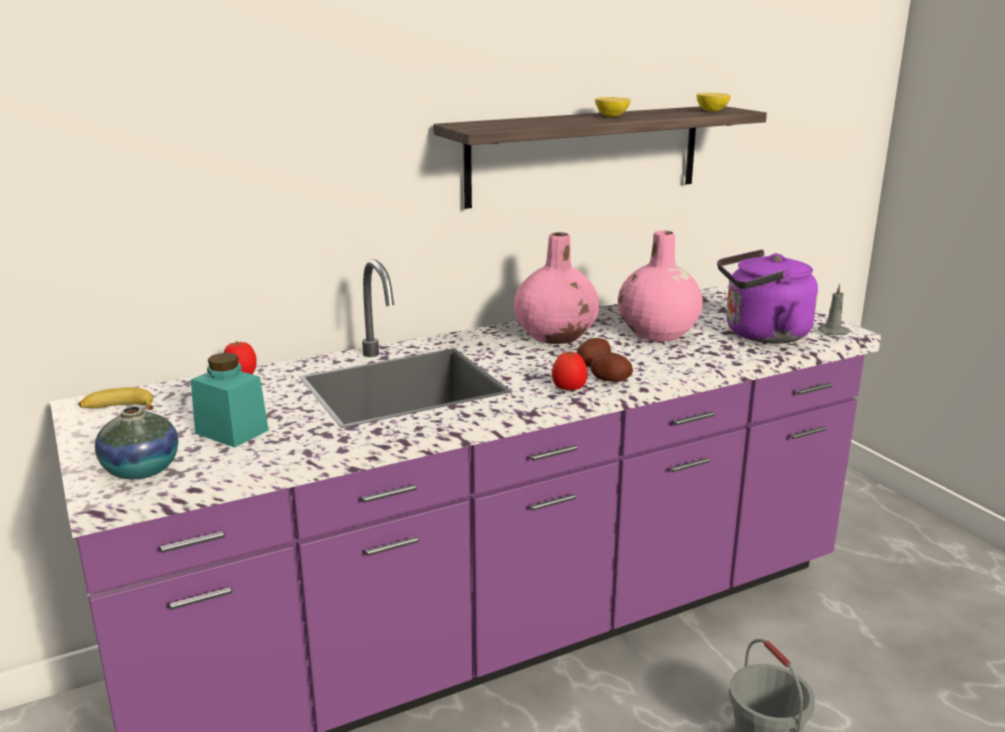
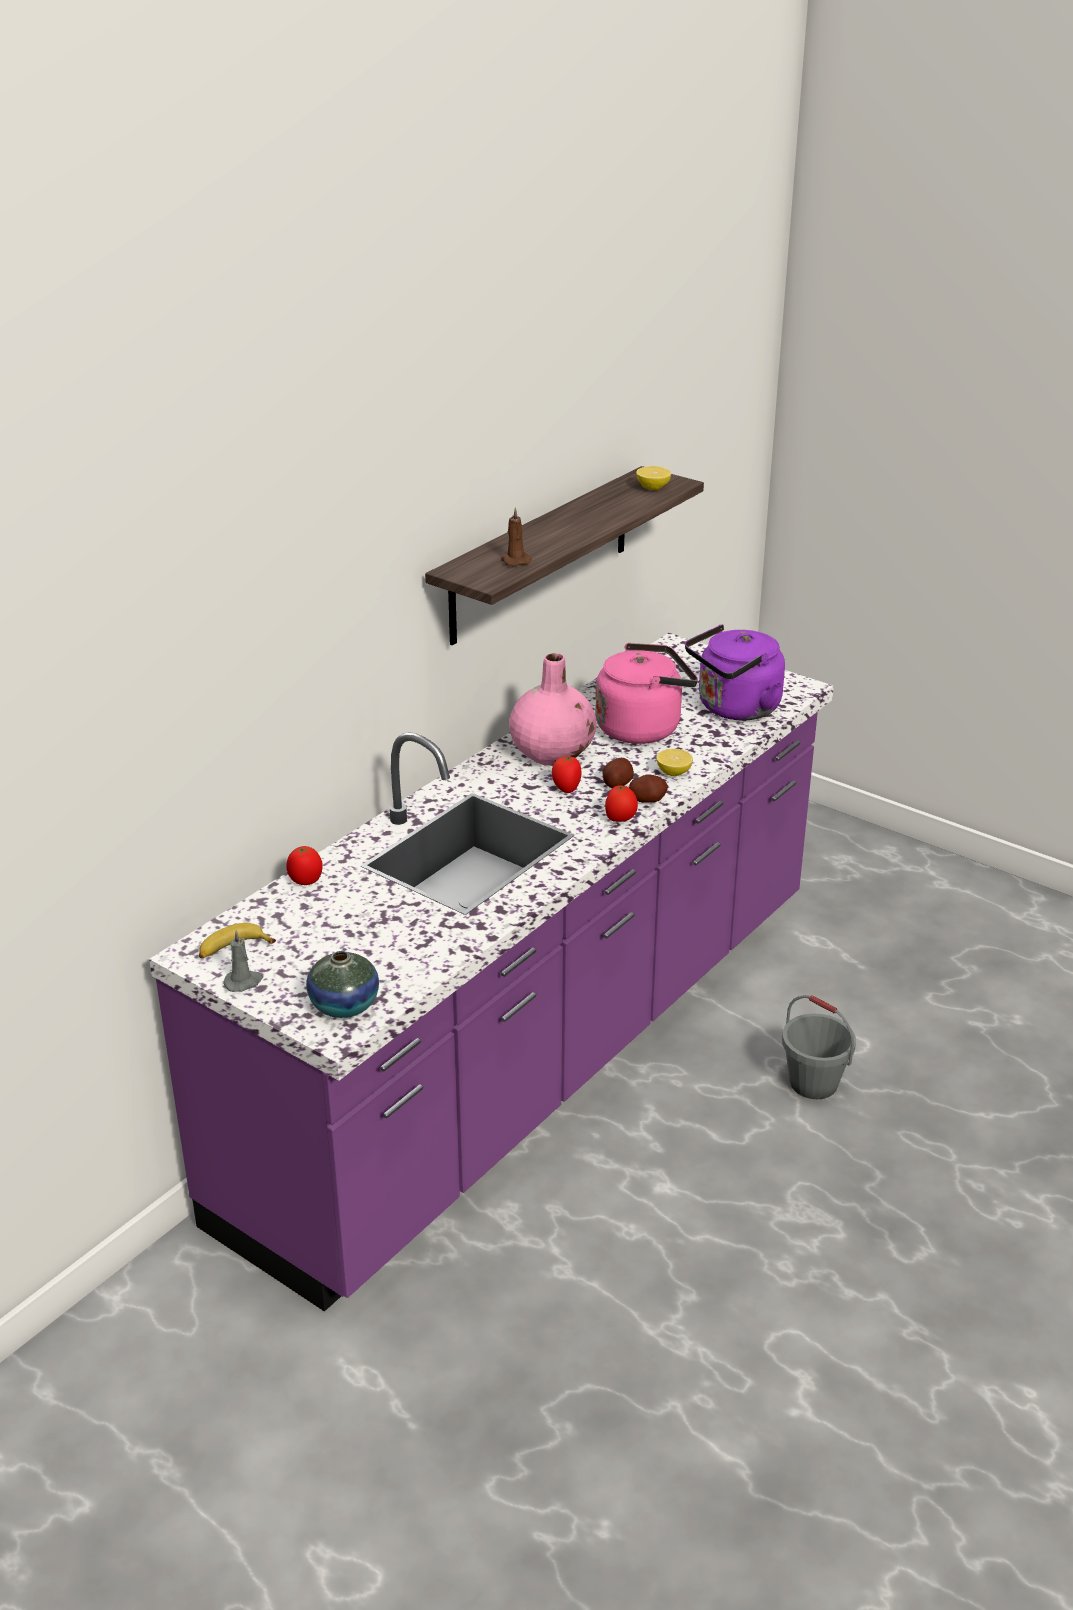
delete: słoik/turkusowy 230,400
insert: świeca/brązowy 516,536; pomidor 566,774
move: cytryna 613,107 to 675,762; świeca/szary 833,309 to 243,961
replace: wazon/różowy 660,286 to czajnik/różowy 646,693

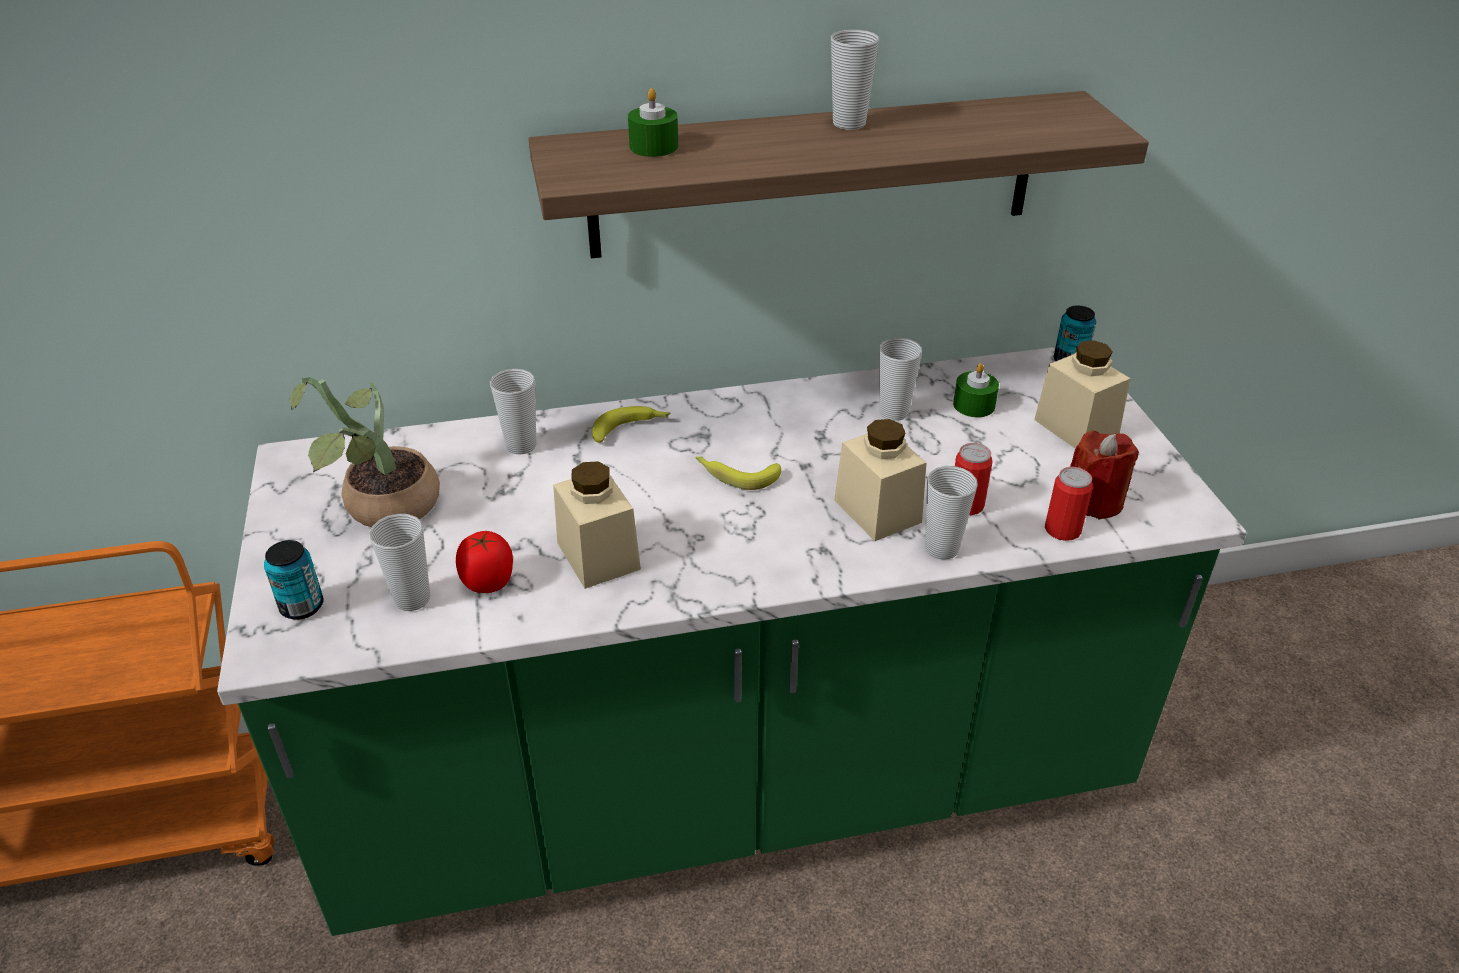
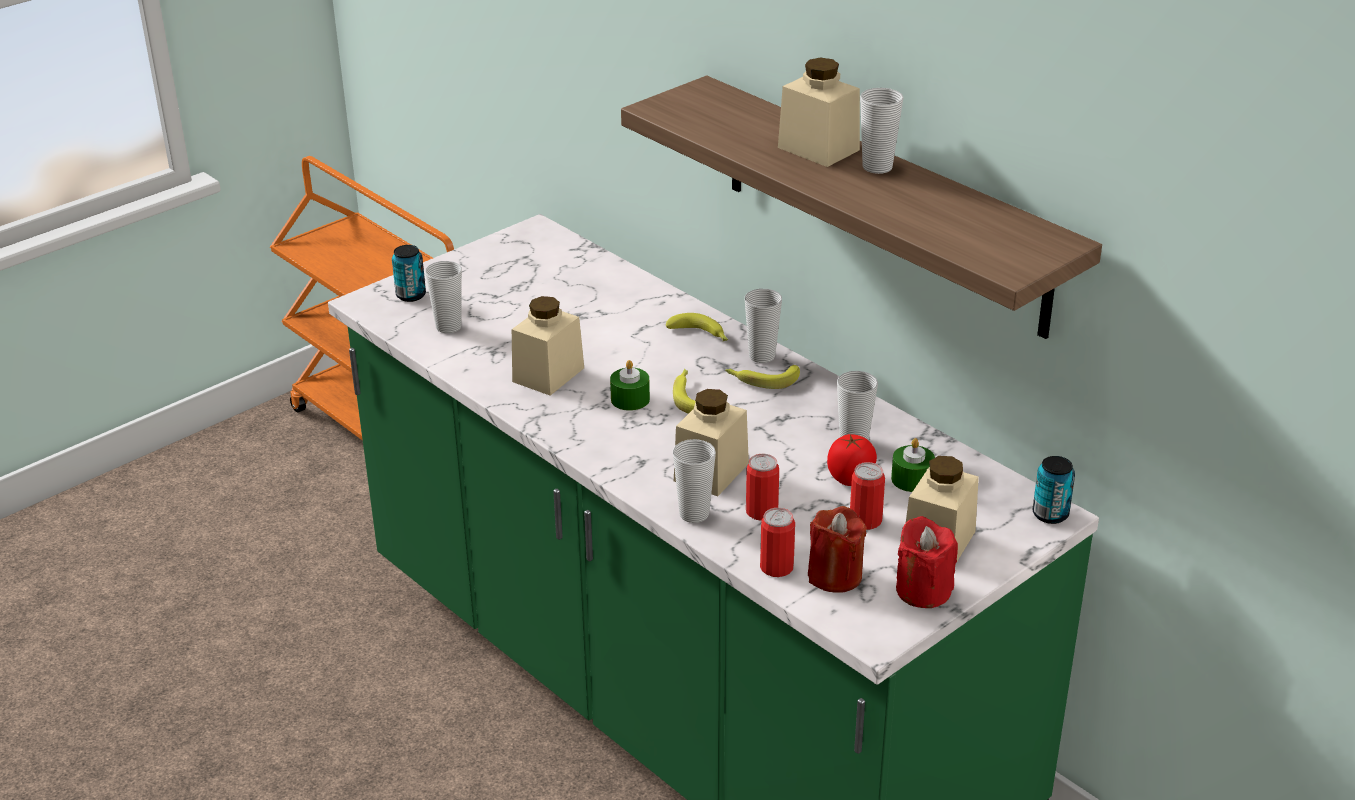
delete: roślina doniczkowa 365,452
insert: słoik/beżowy 819,112; banan 762,377; puszka 867,496; świeca/czerwony 927,562
move: świeca/zielony 653,122 to 630,385; filiżanka 513,412 to 763,326; pomidor 484,562 to 852,460

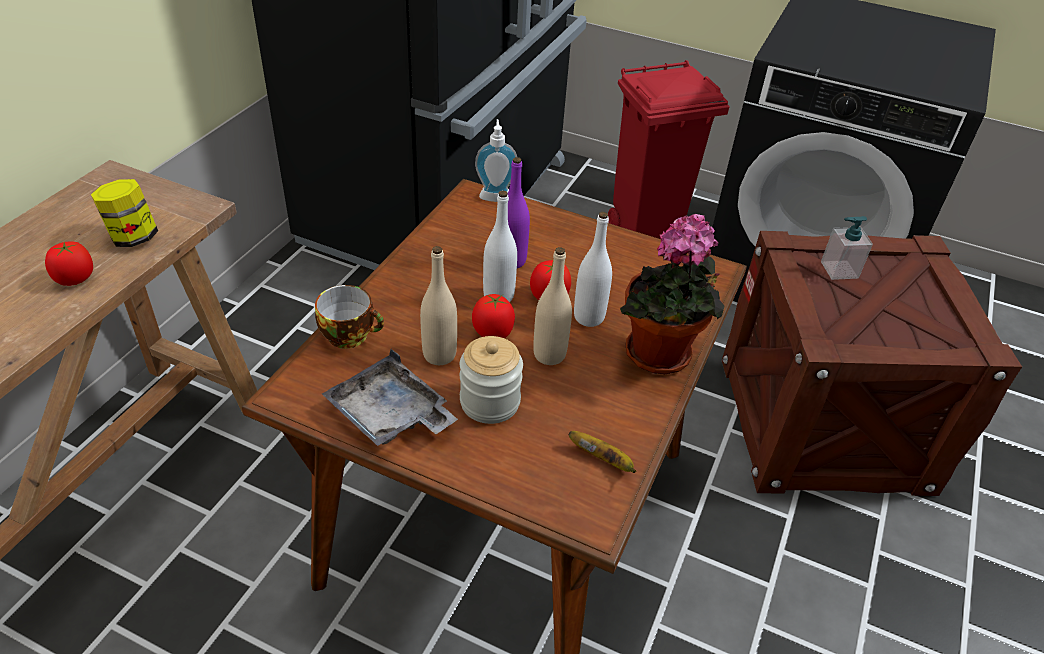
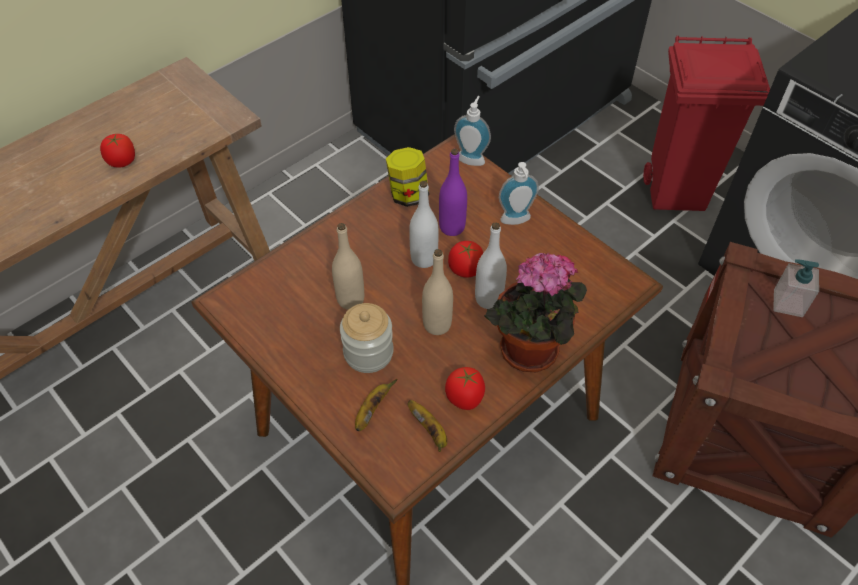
delete: filiżanka 349,317; taca/szary 390,397
insert: dozownik mydła 519,193; banan 376,405
move: słoik 124,213 to 407,177; pomidor 493,316 to 465,388

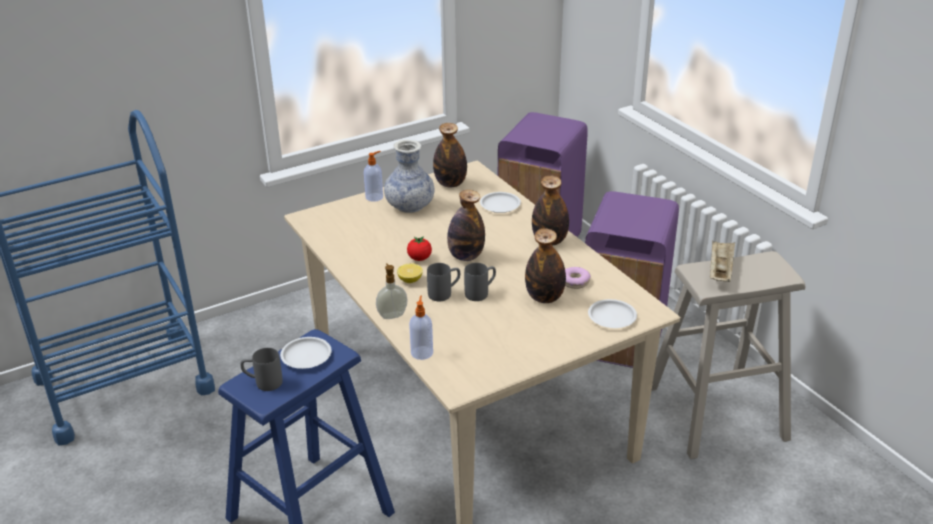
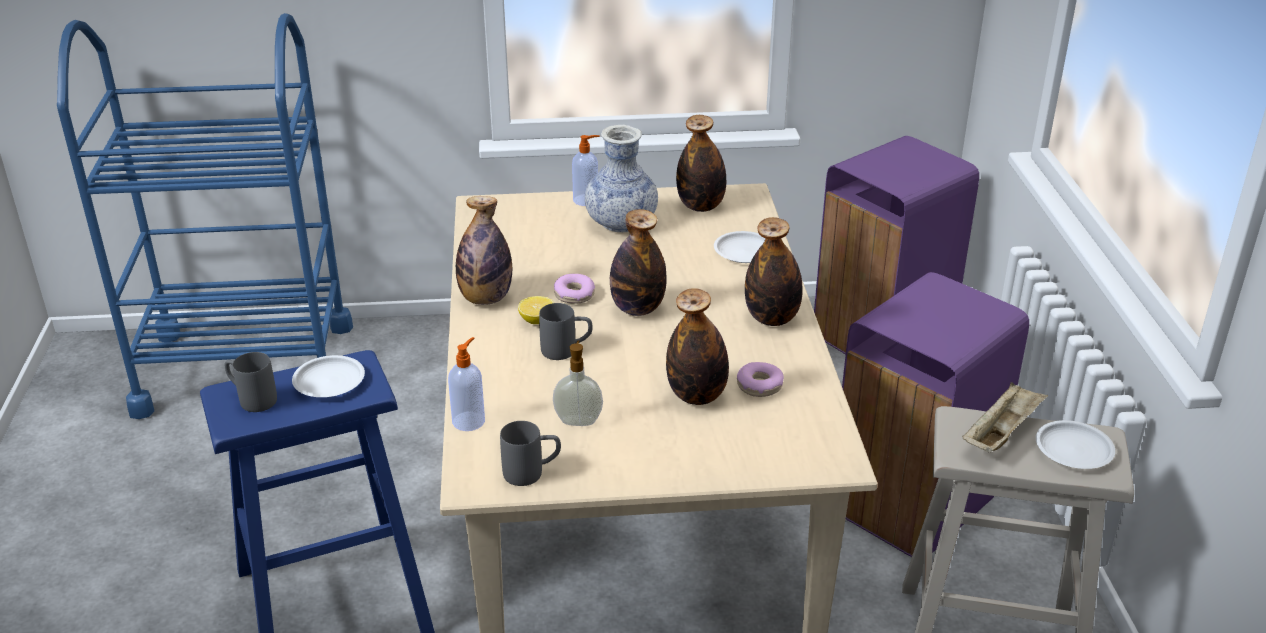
insert: butelka 484,250
move: kubek/szary 480,282 to 530,453; dozownik mydła 392,291 to 578,383; talerz/biały 612,313 to 1075,444
replace: pomidor 419,248 to donut 574,288

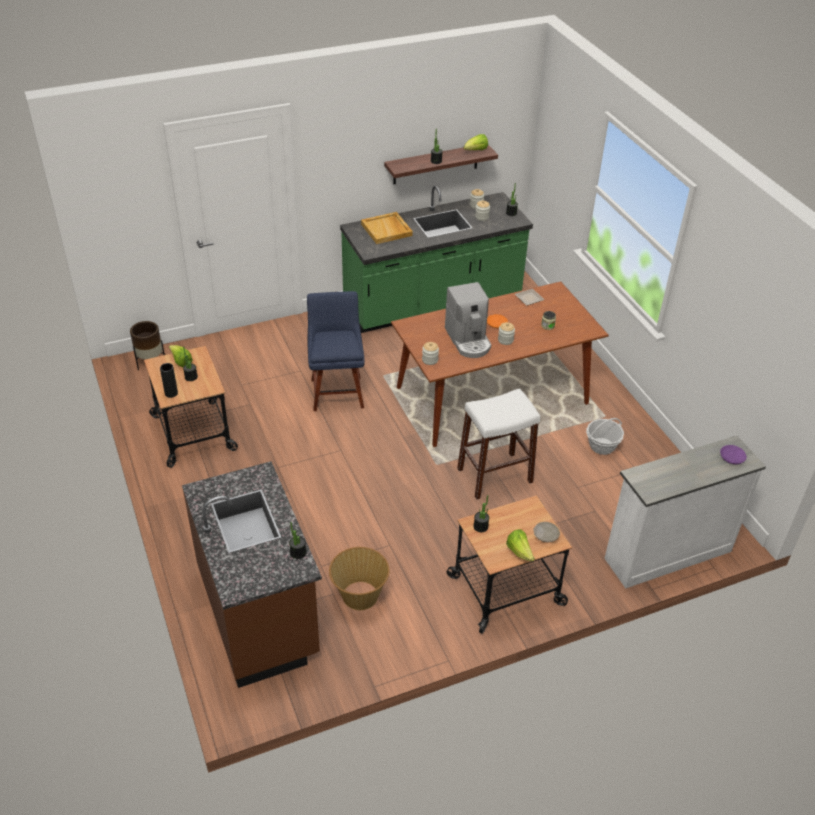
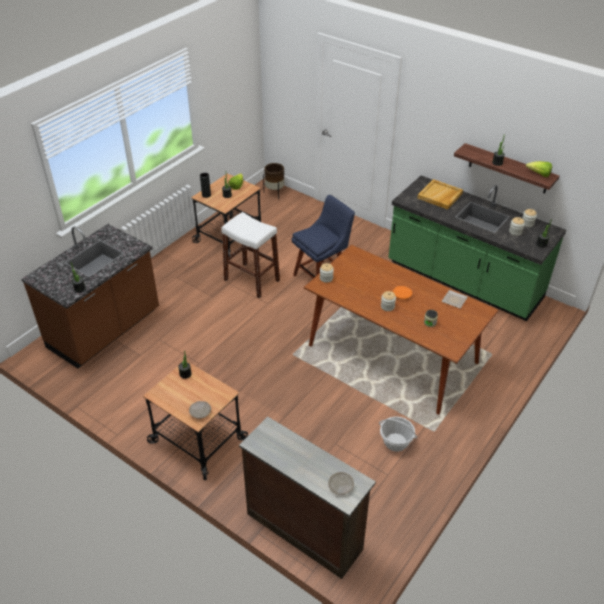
delete: ekspres do kawy 468,320; sałata 520,545; koszyk 359,578
move: stołek/biały 498,443 to 250,255
recolor: komoda/biały 685,512 to komoda/brązowy 307,497; talerz/fioletowy 733,454 to talerz/beżowy 341,483

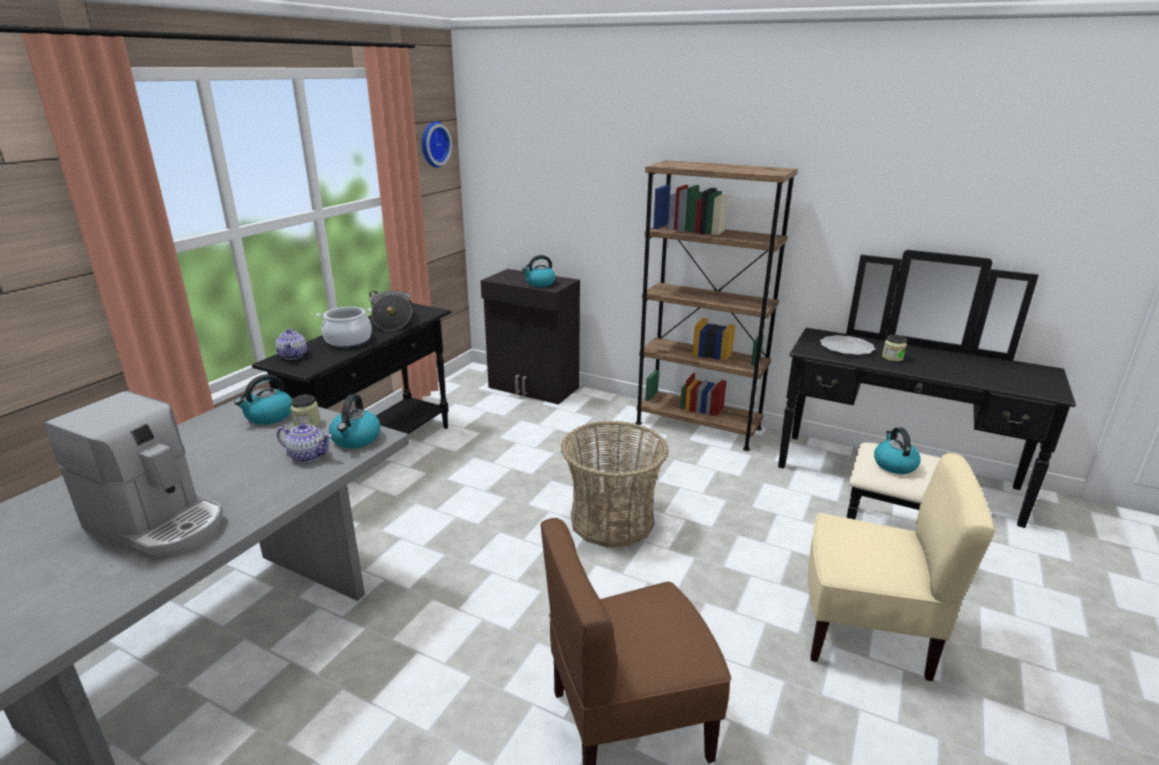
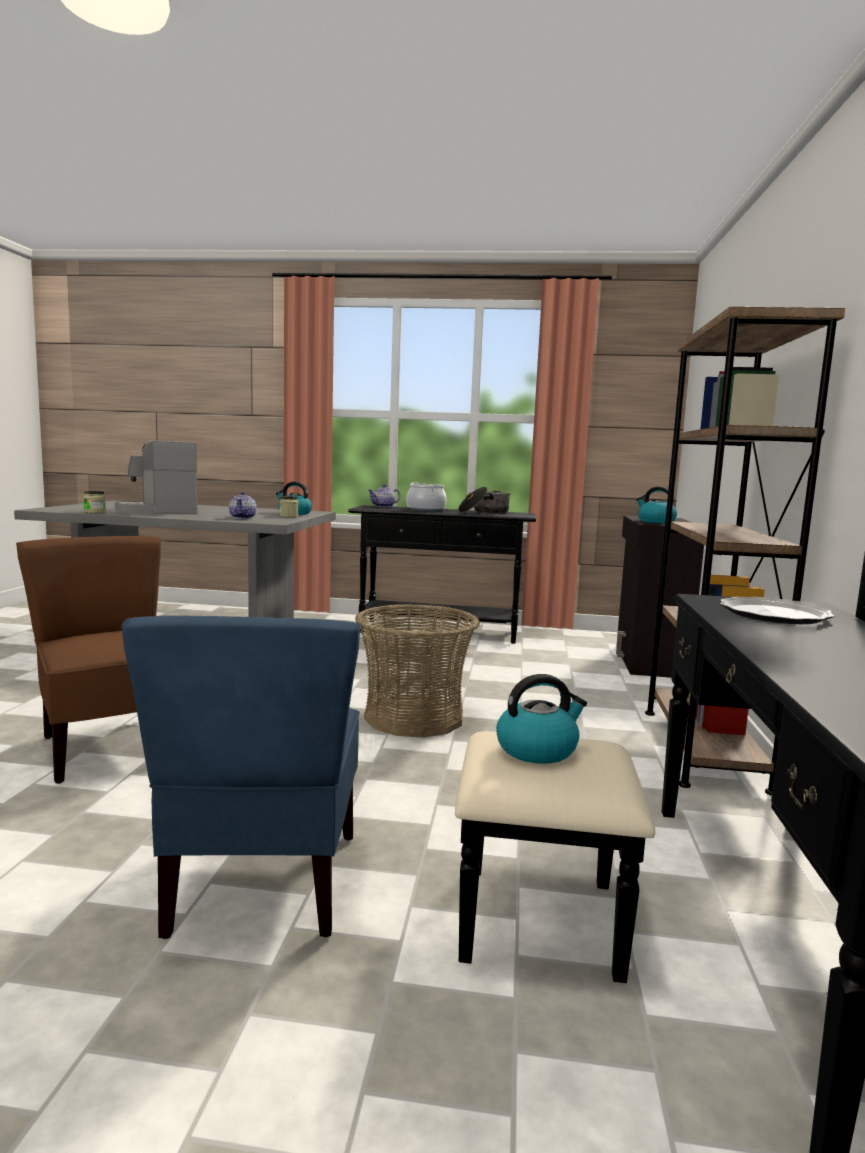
delete: zegar ścienny 437,144; czajnik 355,421
move: słoik 894,348 to 95,502
recolor: krzesło/beżowy 901,567 to krzesło/niebieski 241,777
rotate: ekspres do kawy 133,475 = 156,477 60 degrees clockwise

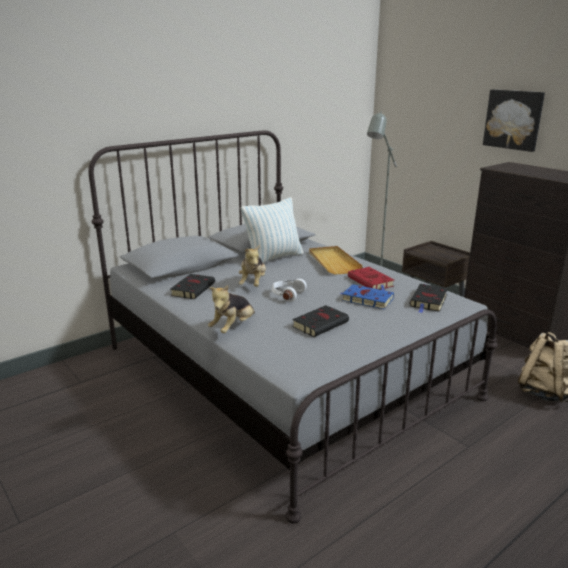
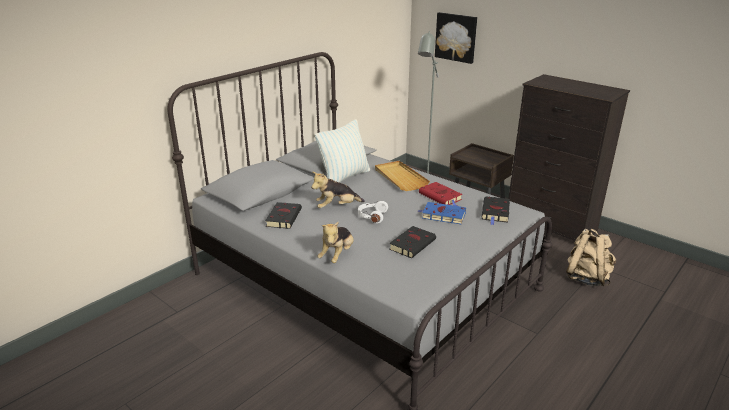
move: obraz 514,120 to 456,38
rotate: pluszak 252,266 = 338,190 75 degrees clockwise

